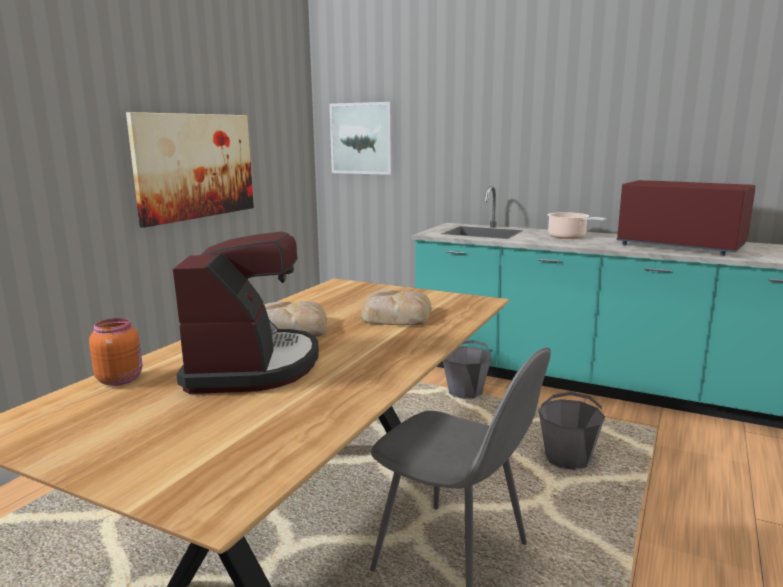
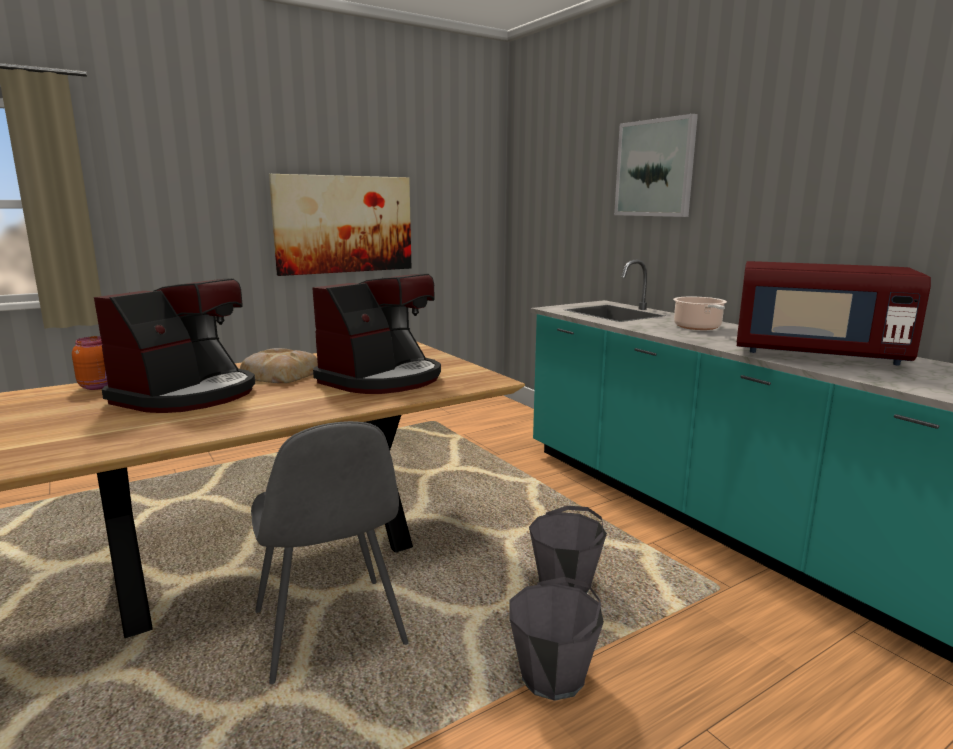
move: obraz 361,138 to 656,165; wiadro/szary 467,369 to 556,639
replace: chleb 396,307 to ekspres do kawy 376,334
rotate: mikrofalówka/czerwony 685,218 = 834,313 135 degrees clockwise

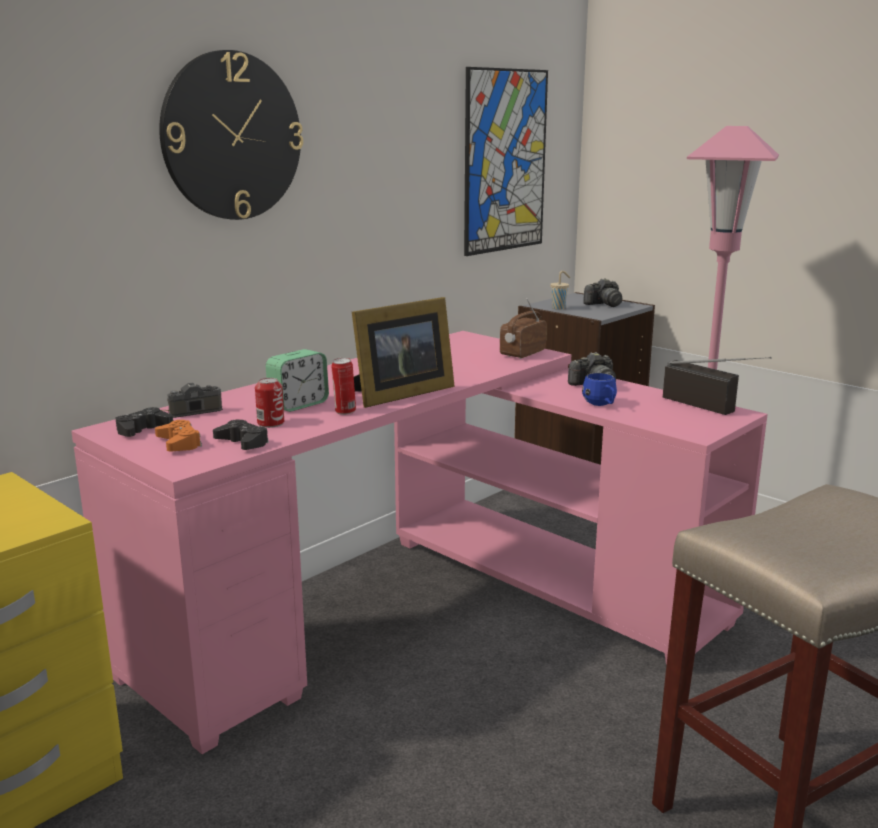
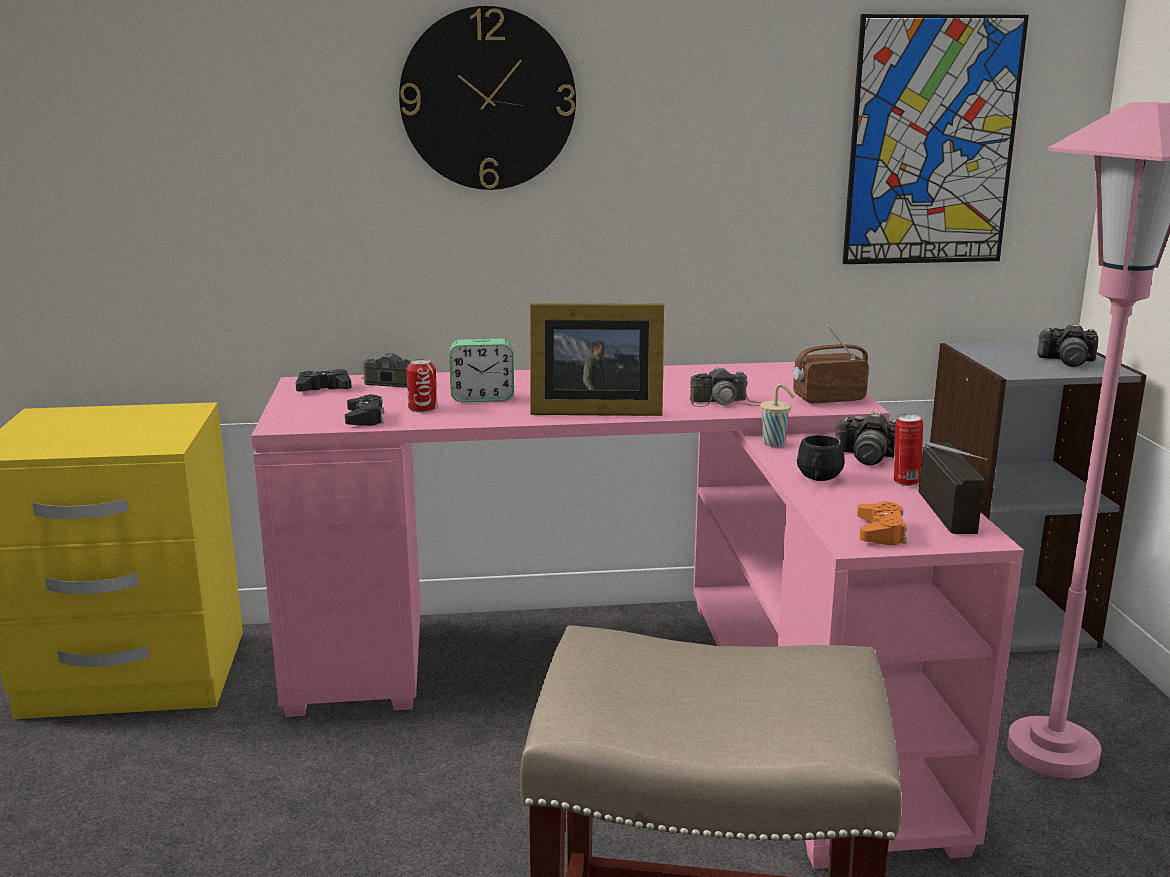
insert: aparat fotograficzny 725,387
move: filiżanka/beżowy 560,290 to 777,415; puszka 343,386 to 908,450; pad do gier/pomarańczowy 178,436 to 882,523
recolor: kubek/niebieski 599,389 to kubek/czarny 821,458

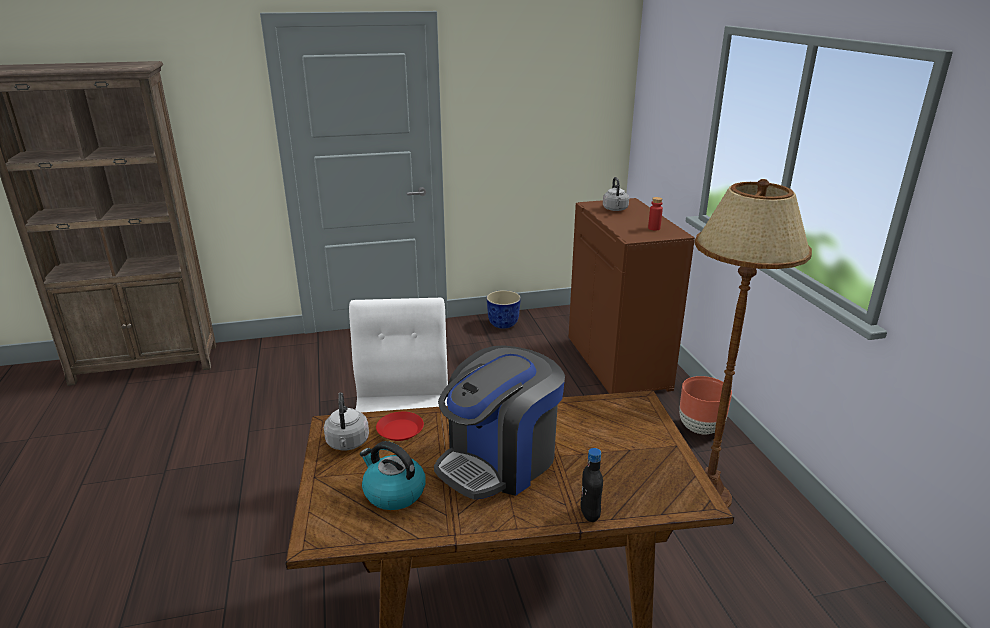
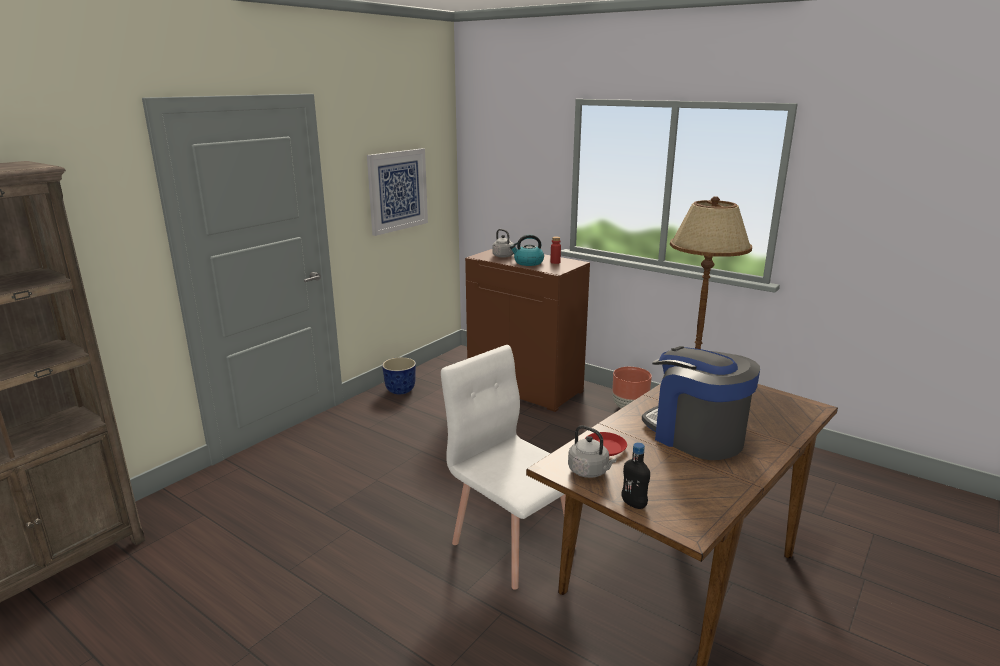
insert: obraz 397,192
move: czajnik 393,475 to 527,250; butelka/czarny 592,485 to 636,476
rotate: ekspres do kawy 499,422 = 701,403 135 degrees clockwise

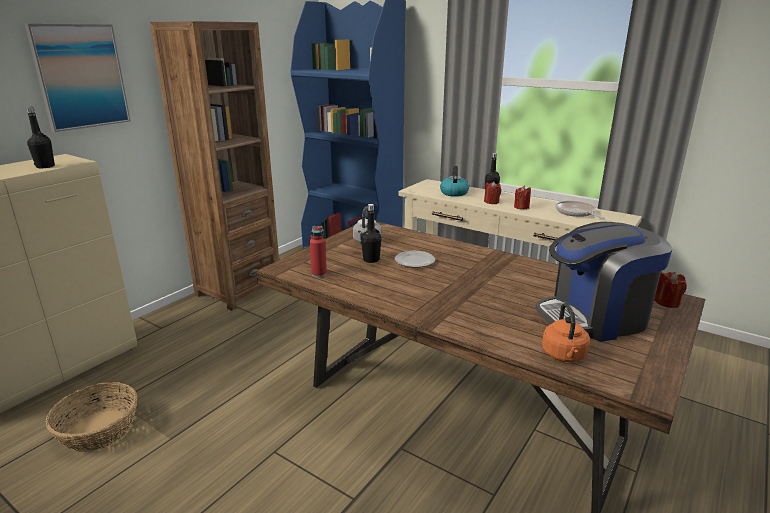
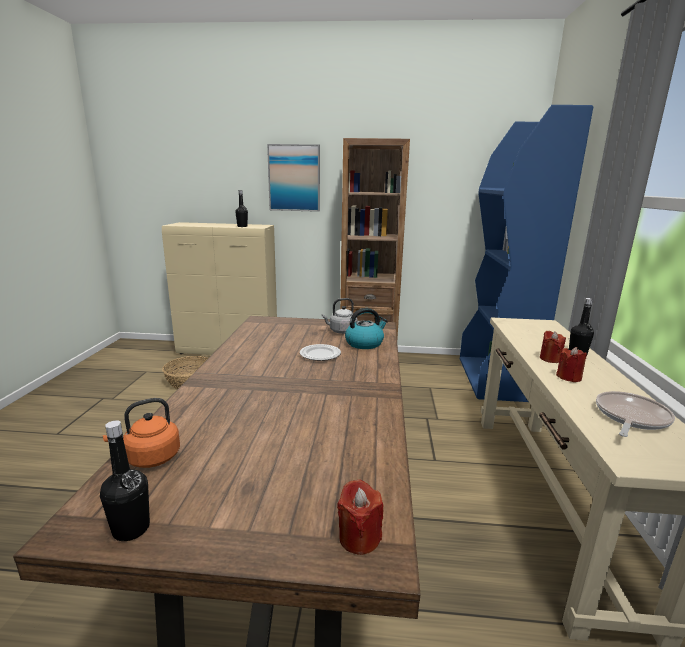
delete: ekspres do kawy 604,282; butelka/czerwony 318,252
move: czajnik 454,181 to 366,328; butelka/czarny 371,233 to 125,480

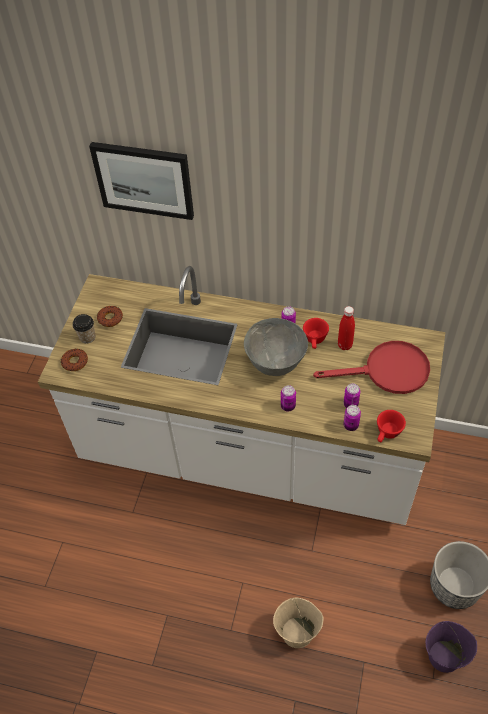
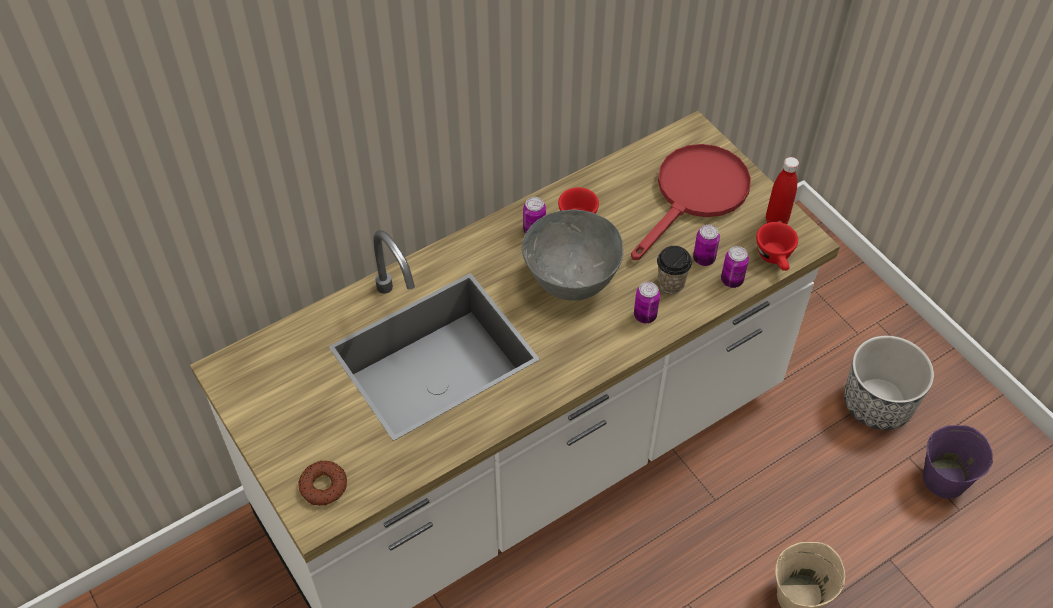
delete: obraz 141,181; donut 110,316
move: butelka/czerwony 346,328 to 782,190; filiżanka 84,329 to 674,270

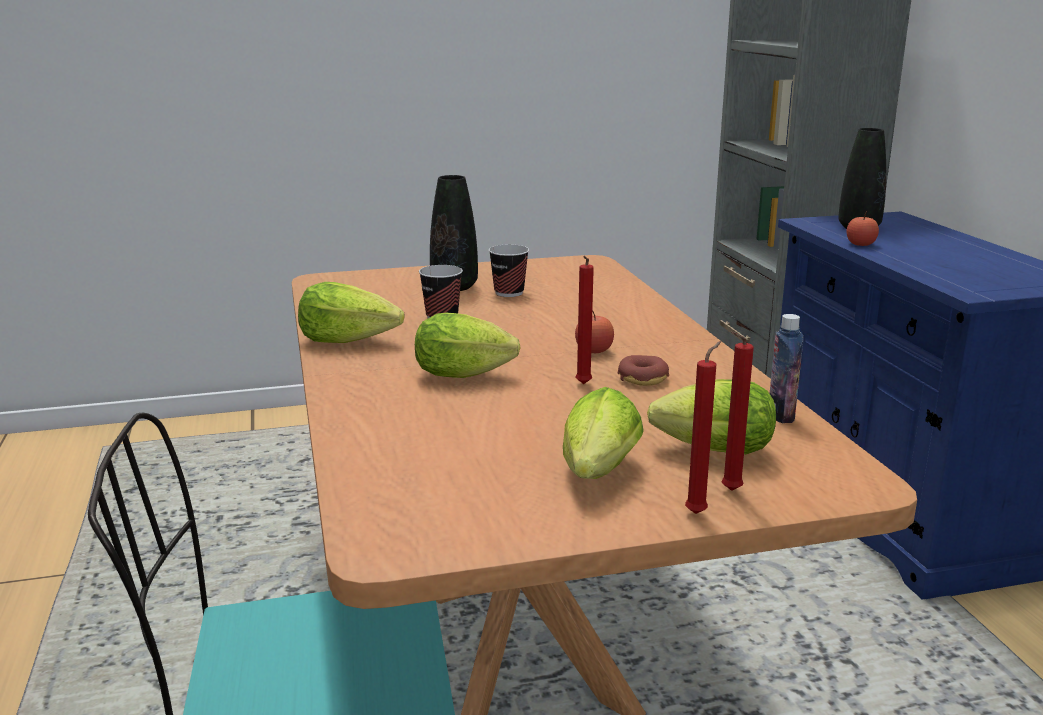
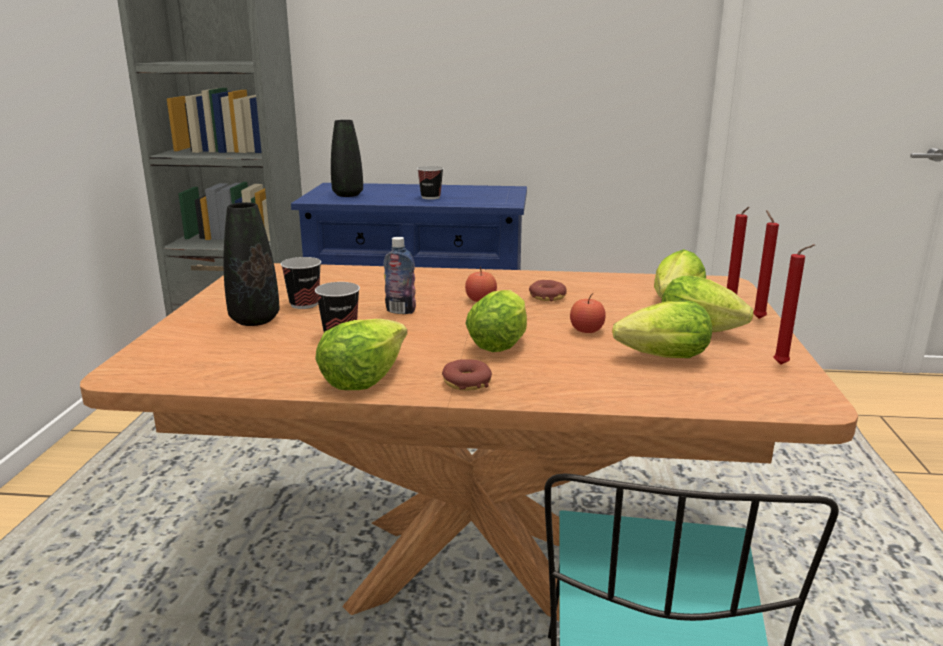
insert: filiżanka 430,183; sałata 662,329; donut 467,374
move: jabłko 862,228 to 588,313; świeca/czerwony 584,320 to 794,305; butelka 787,368 to 400,275

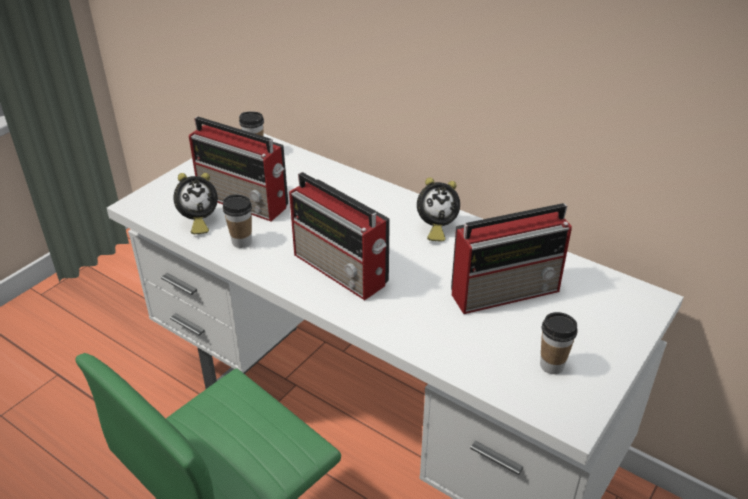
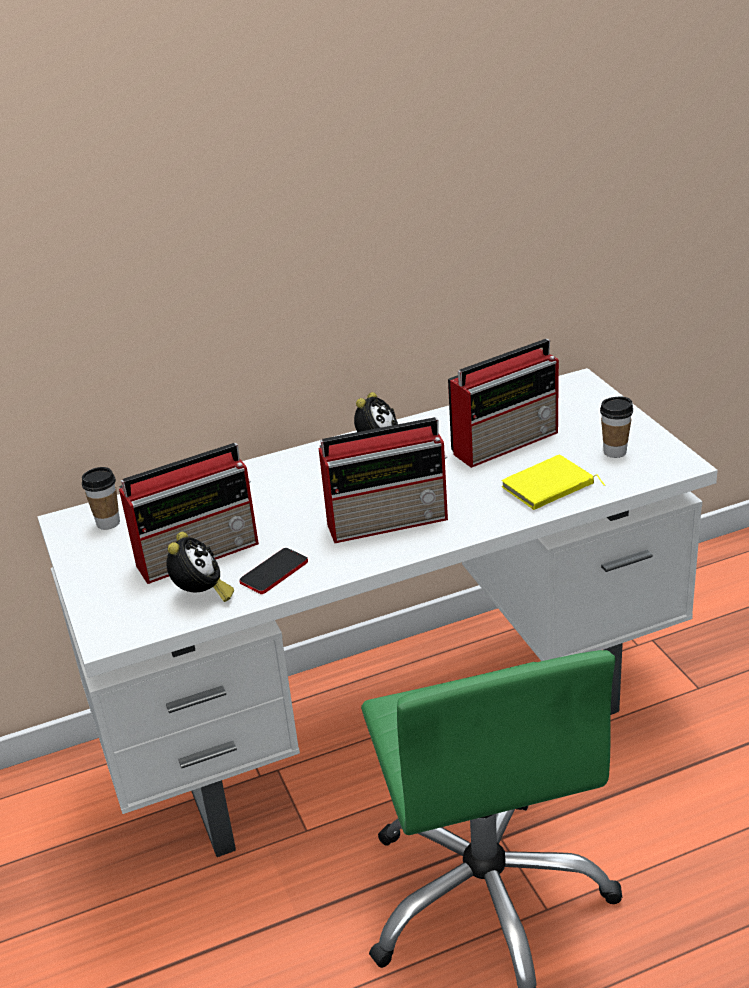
insert: książka/żółty 553,482
replace: filiżanka 237,221 to telefon 273,571
rotate: radio 511,258 = 503,403 45 degrees clockwise

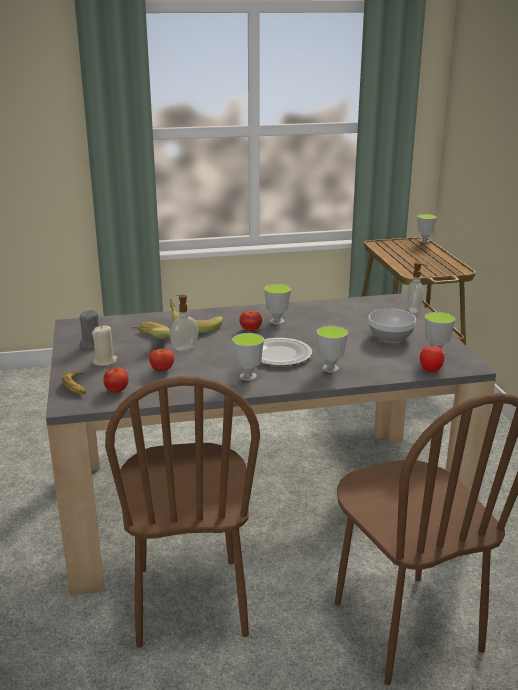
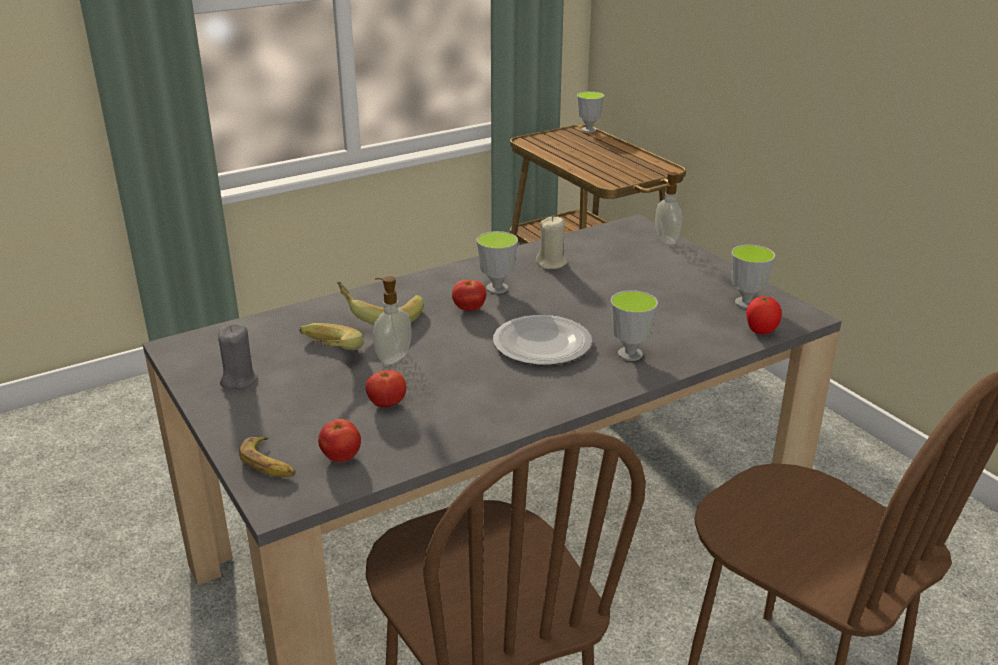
delete: miska 392,326; filiżanka 248,357
move: świeca/beżowy 104,345 to 551,243

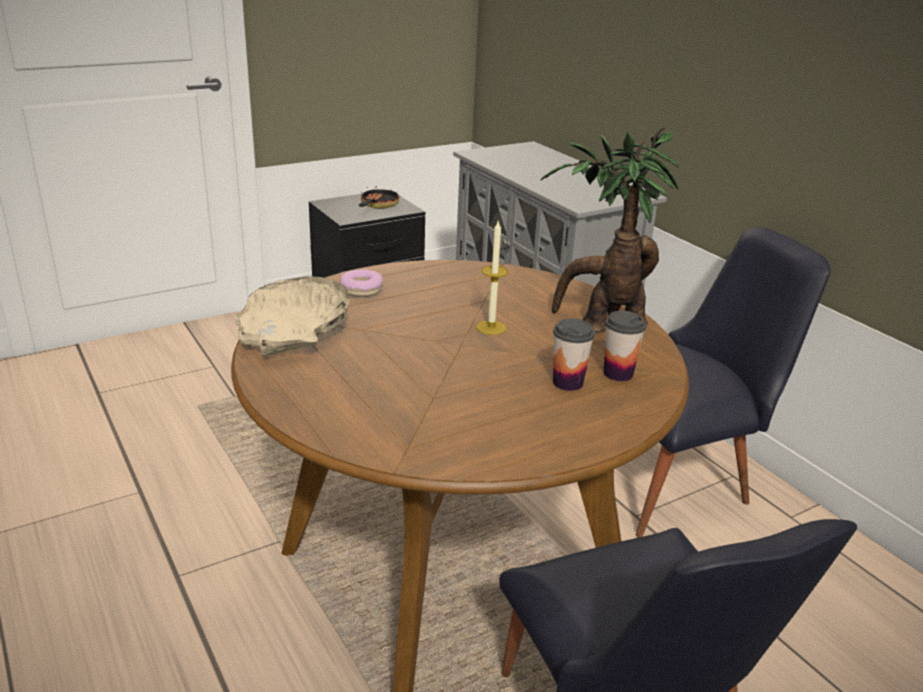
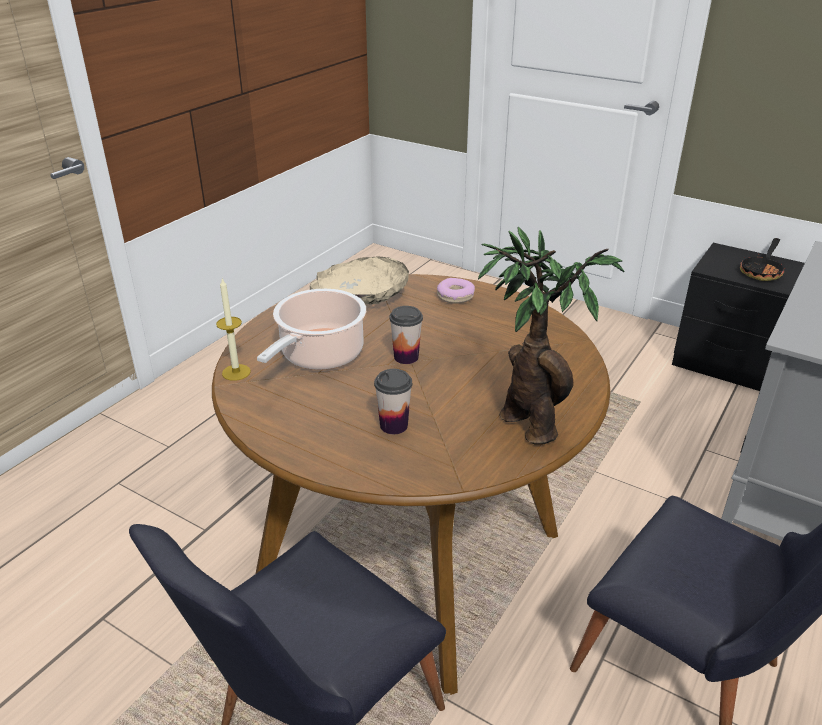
insert: garnek 311,329
move: świeca 492,278 to 233,330; filiżanka 625,346 to 406,335
rotate: patelnia 379,197 = 763,259 135 degrees clockwise

